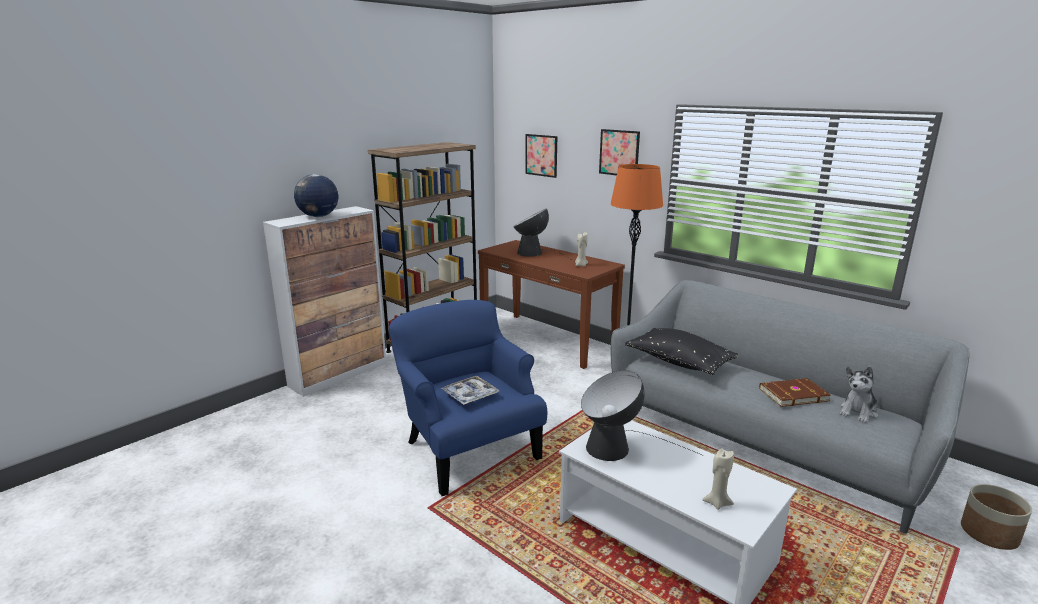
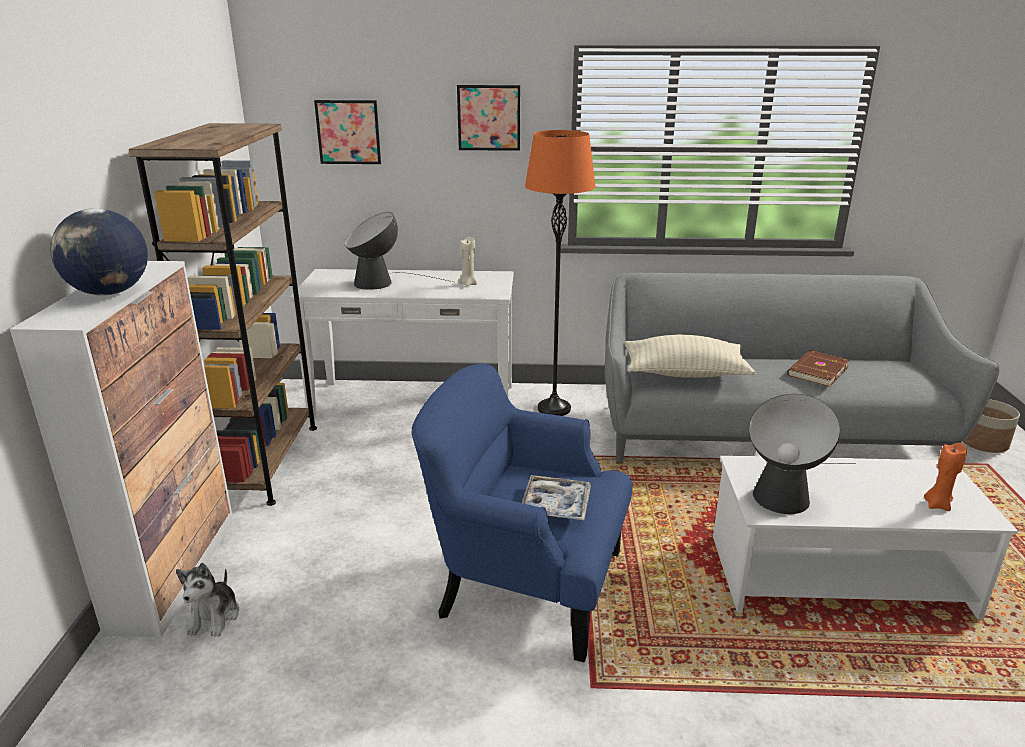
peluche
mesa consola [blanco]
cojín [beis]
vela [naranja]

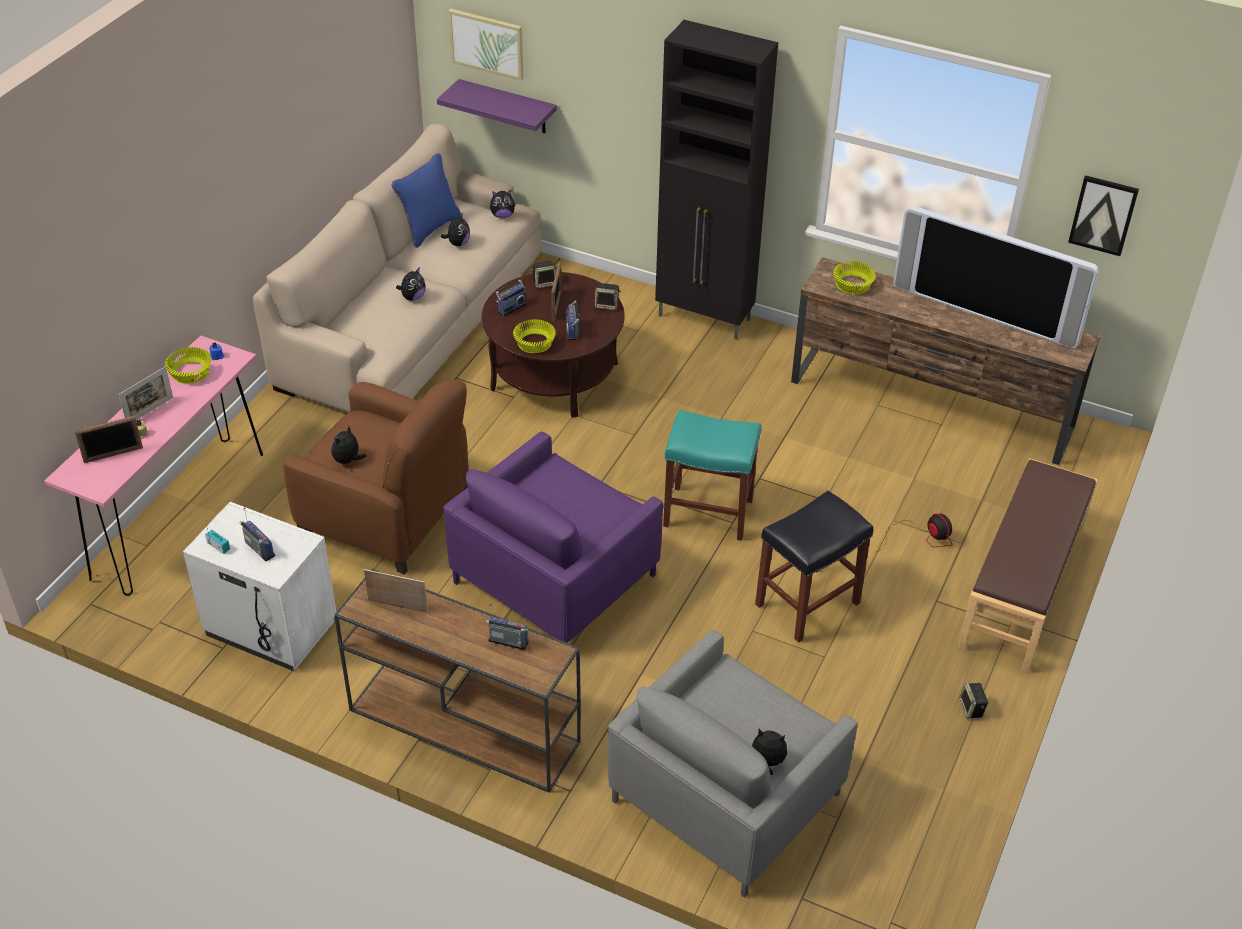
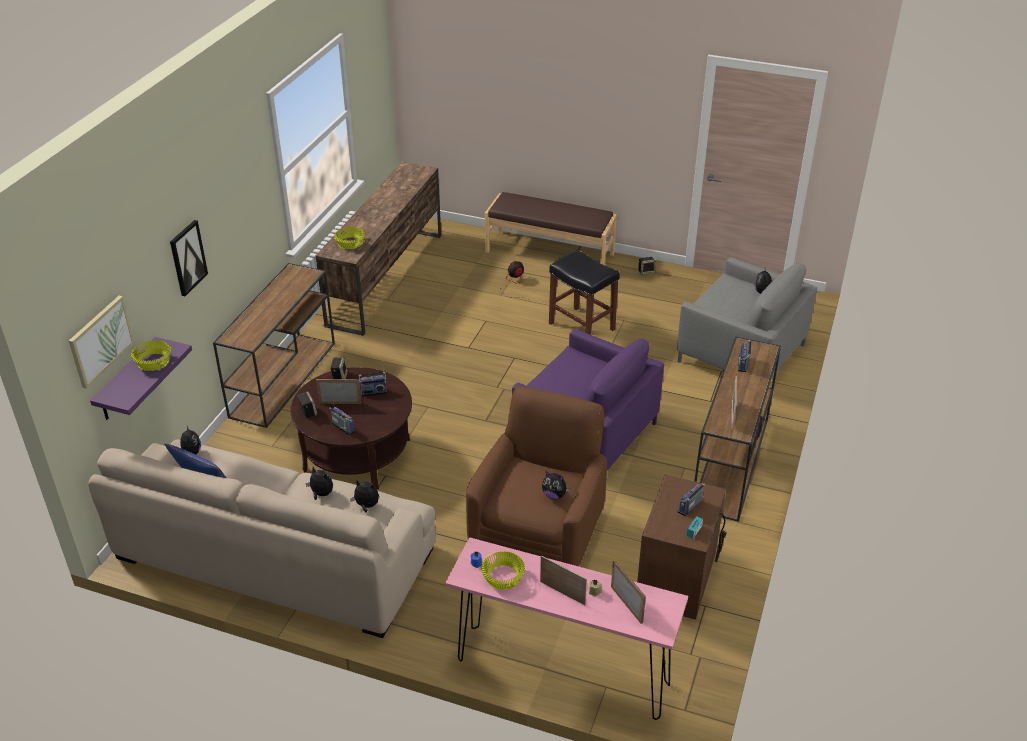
taburete [turquesa]
televisor
peluche (3rd from left)
cuenco [amarillo] (1st from left)
cuadro (2nd from left)
mesa consola [marrón] (1st from left)
mesita de noche [marrón]

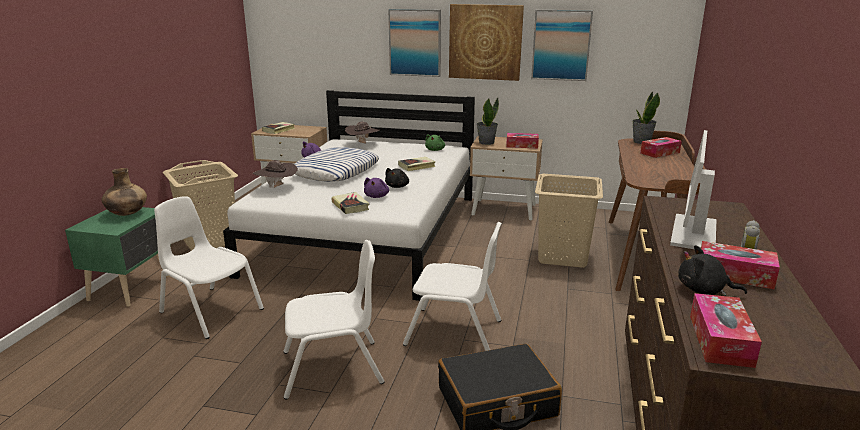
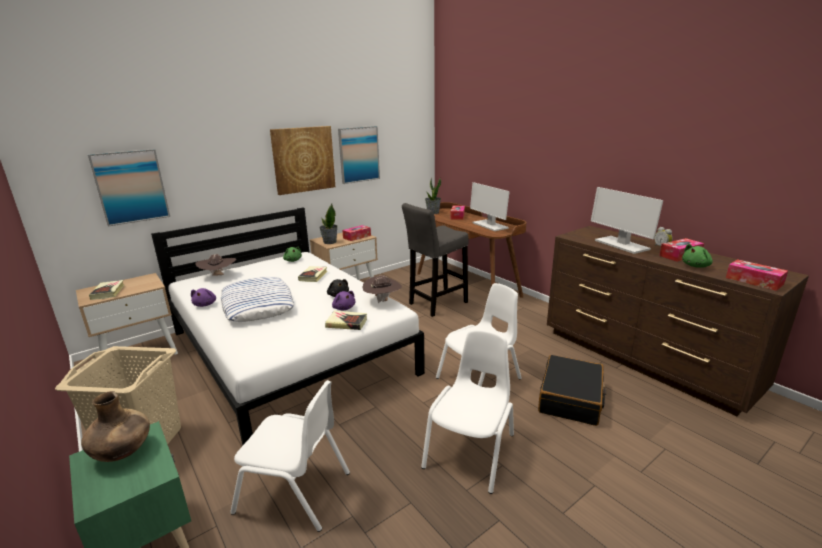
monitor (1st from left)
sombrero [marrón] (2nd from left)
cuadro (1st from left)
taburete [gris]
peluche [verde] (2nd from left)
silla [blanco] (1st from left)

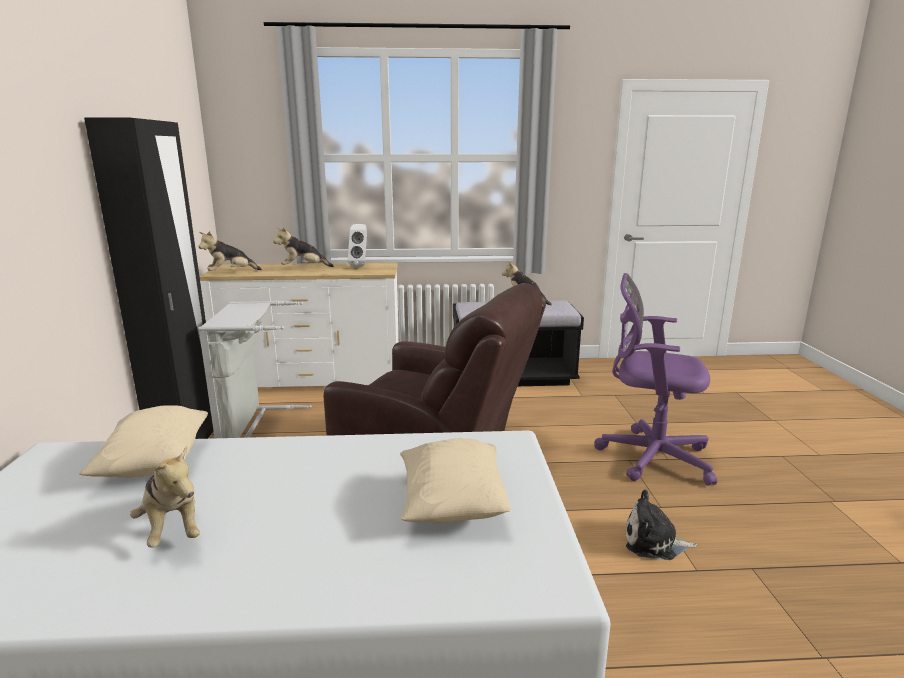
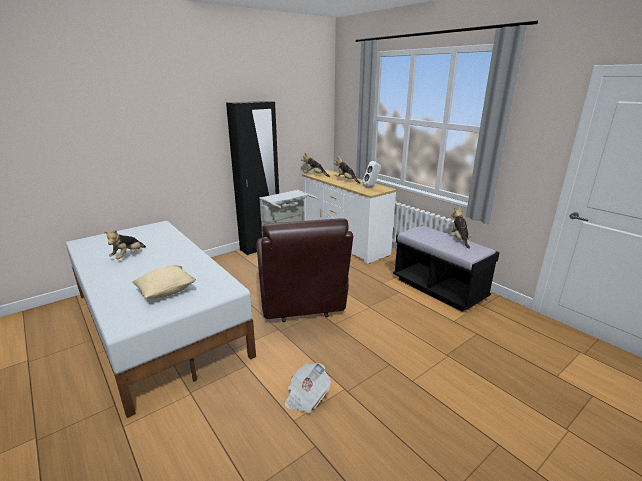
cojín [beis] (1st from left in the first image)
silla de oficina [morado]
periódico

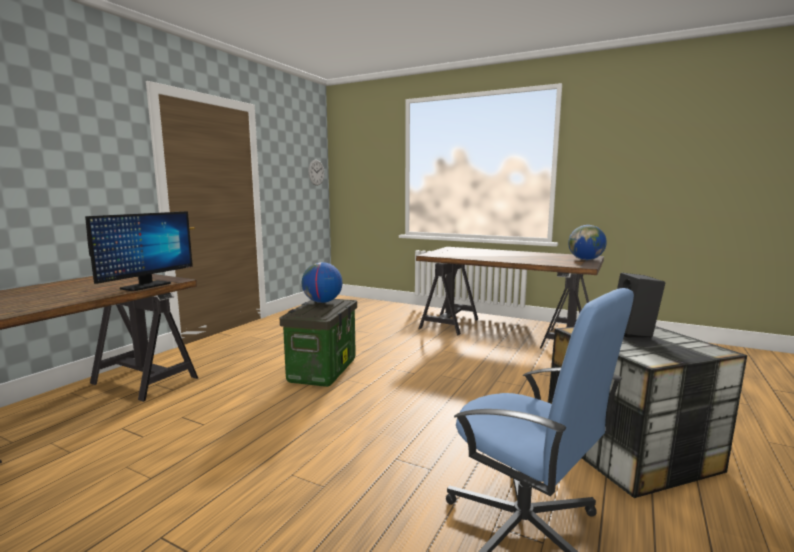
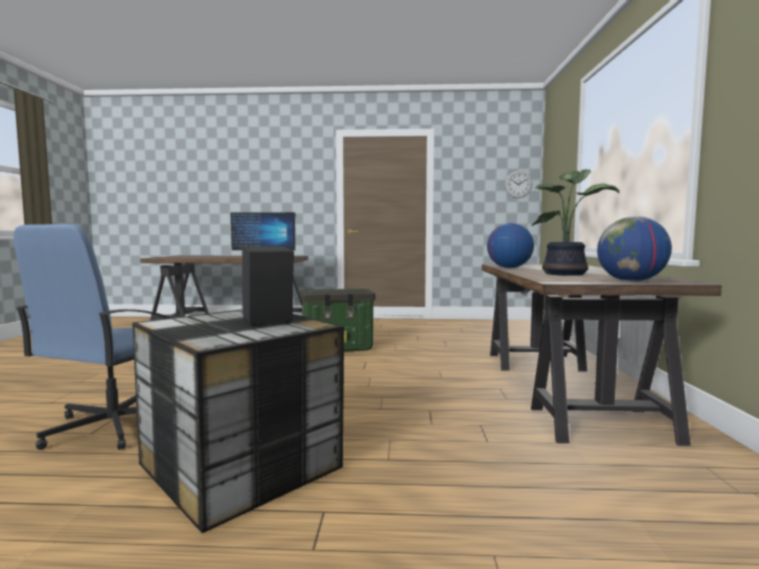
planta en maceta
globo terráqueo (1st from left)

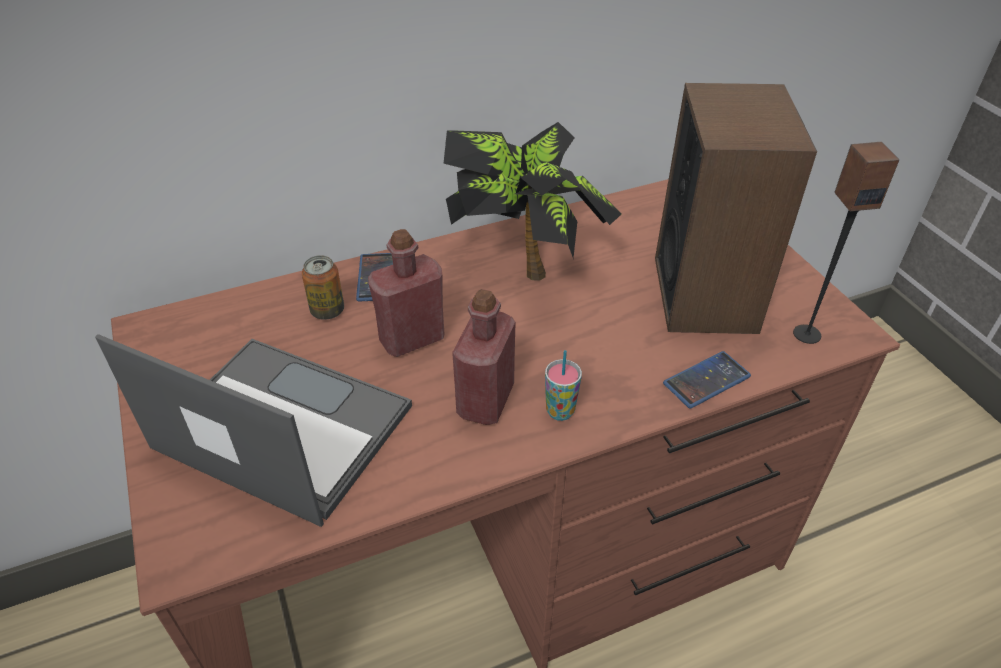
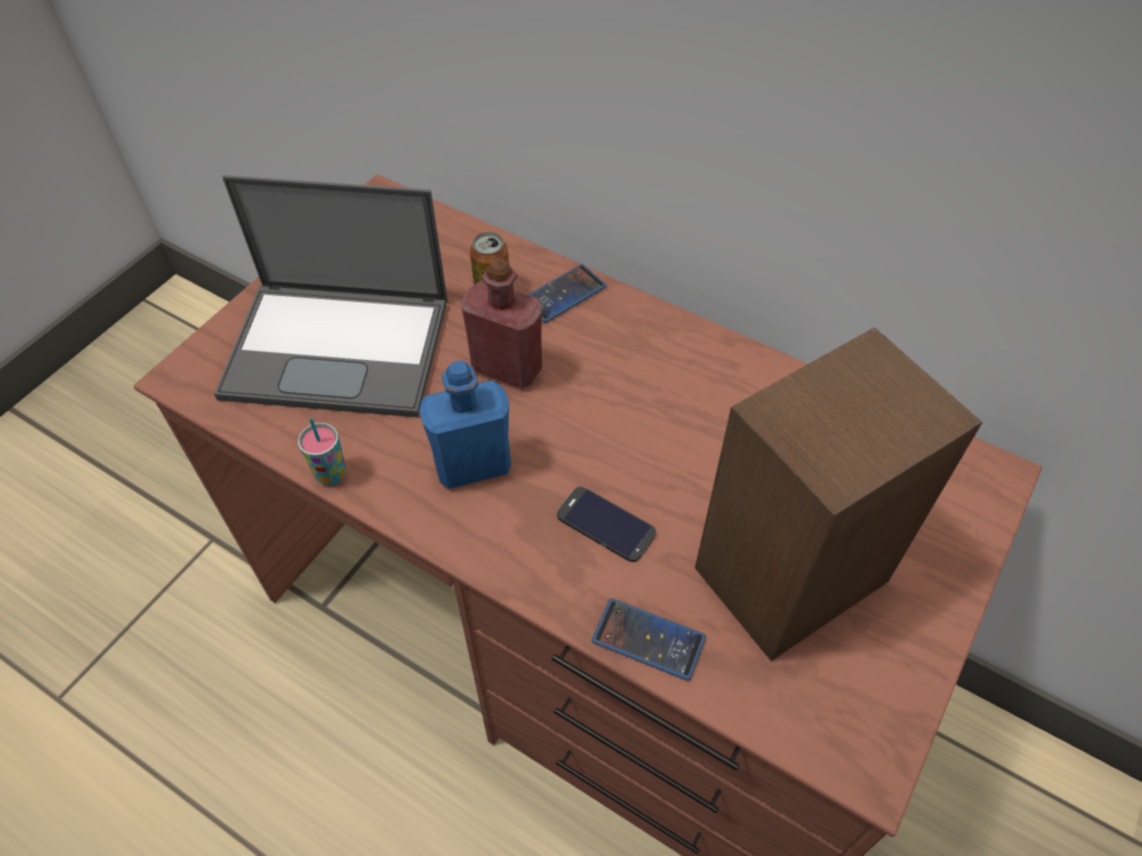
planta en maceta
altavoz (2nd from left in the first image)
móvil (2nd from left)
taza
botella [azul]
portátil

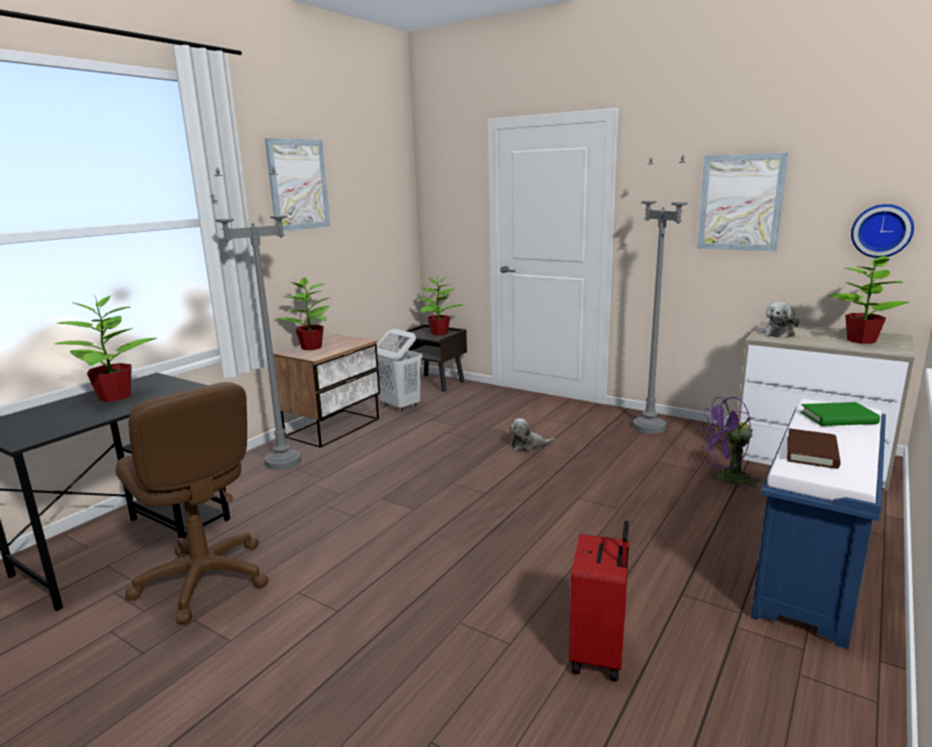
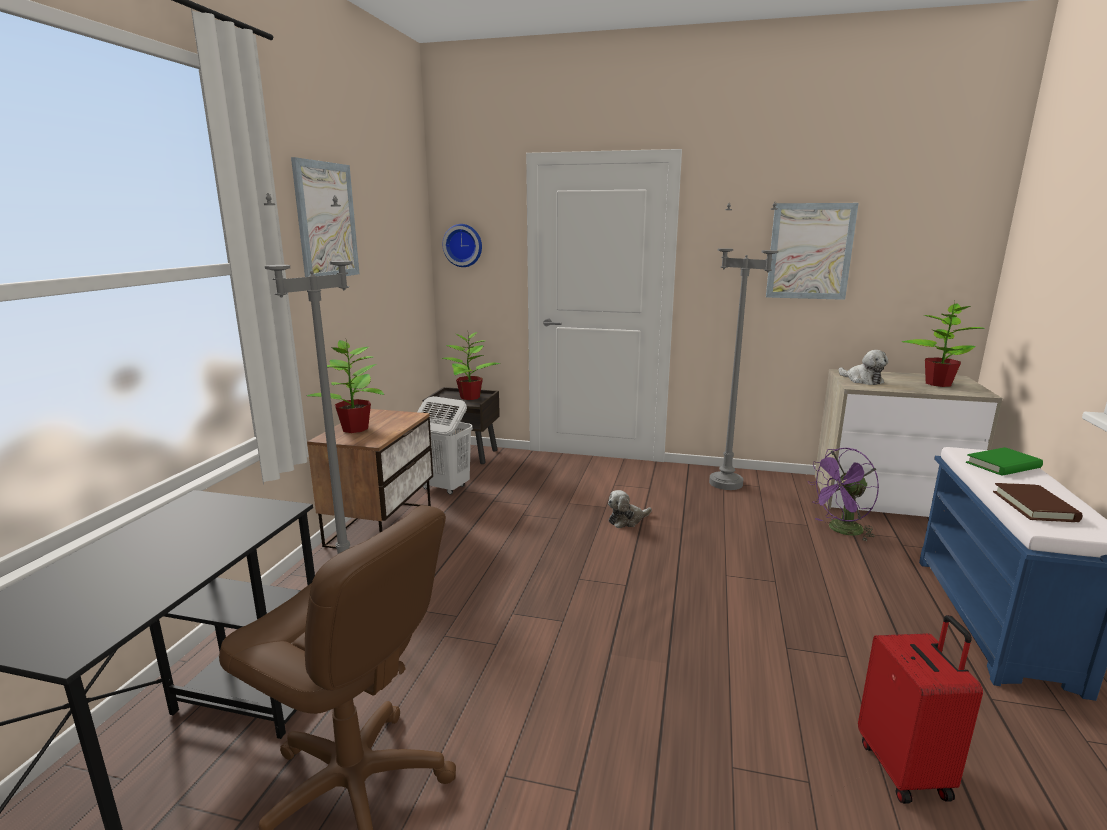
planta en maceta (1st from left in the first image)
reloj de pared
peluche (2nd from left)

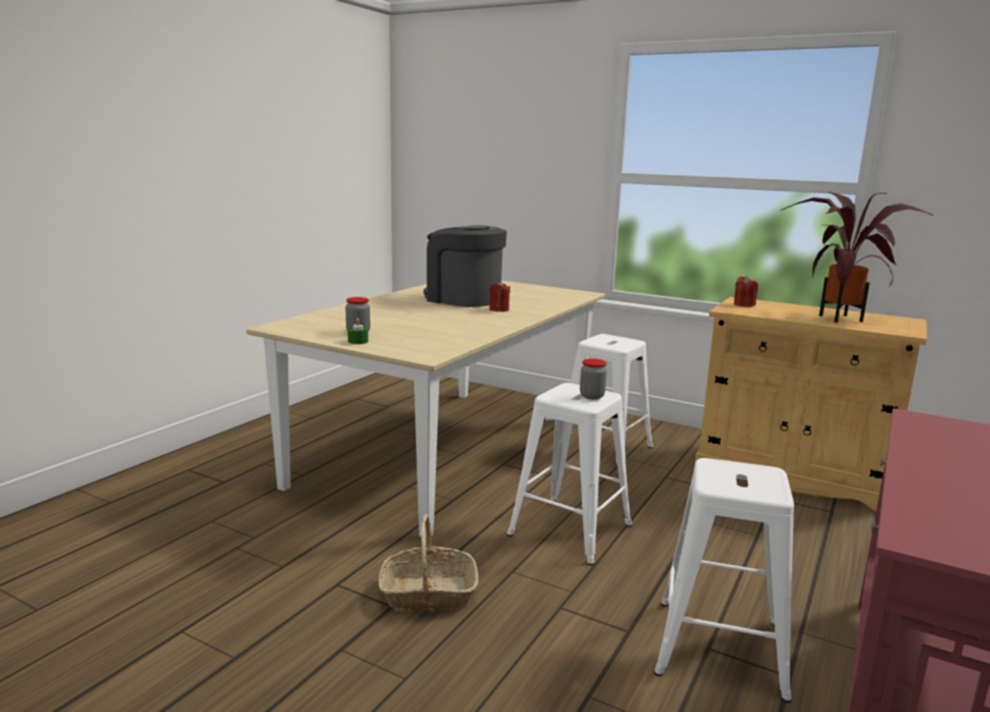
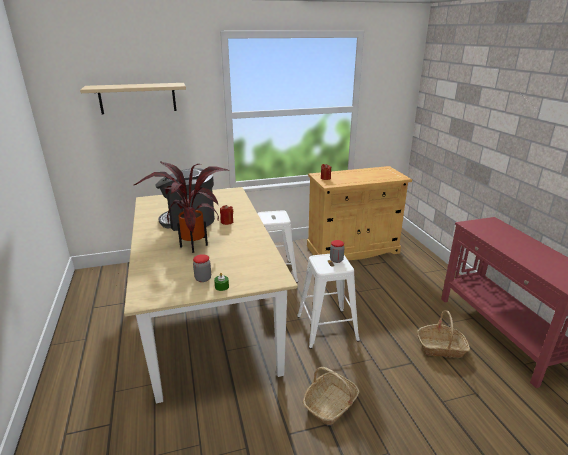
estante [beis]
planta en maceta
cesta (2nd from left)

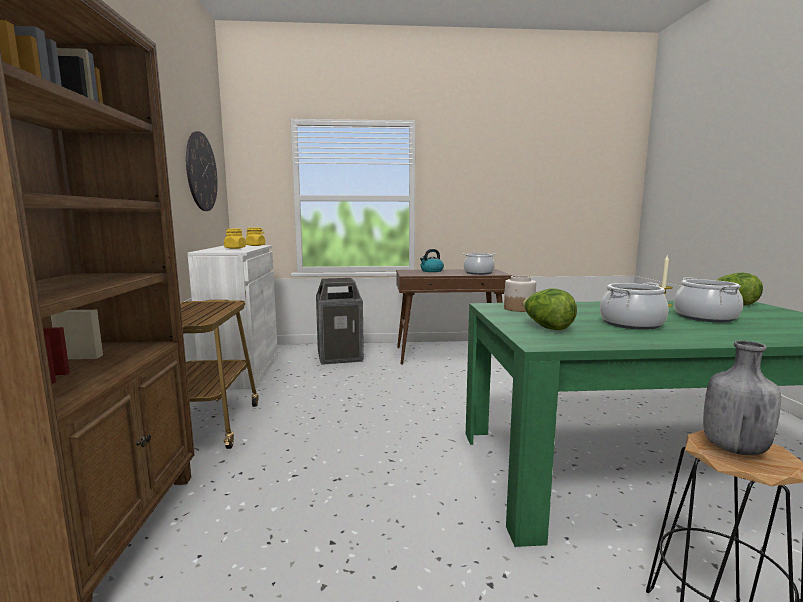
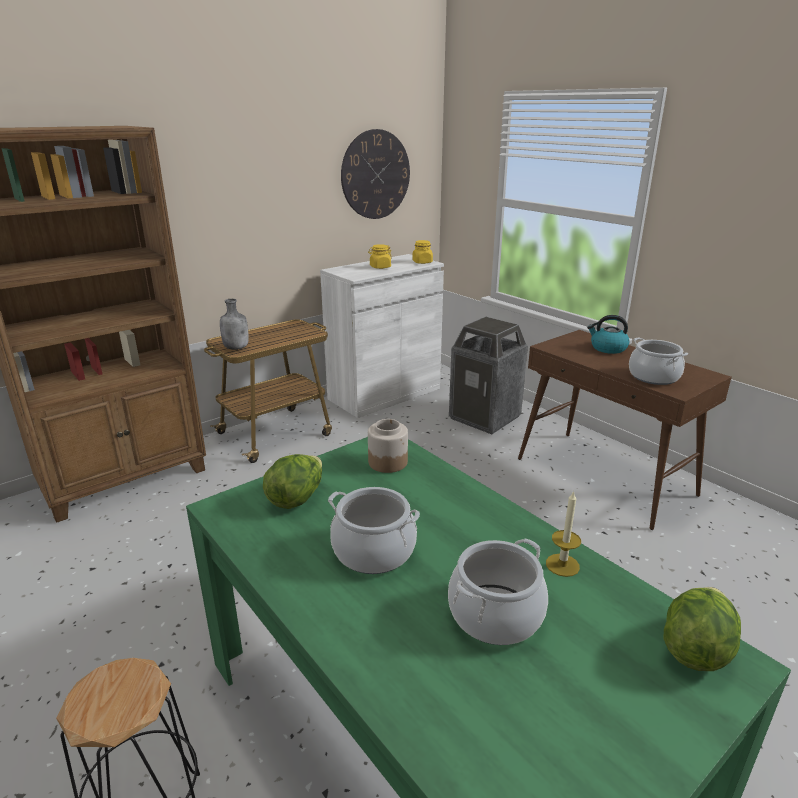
botella [gris]

